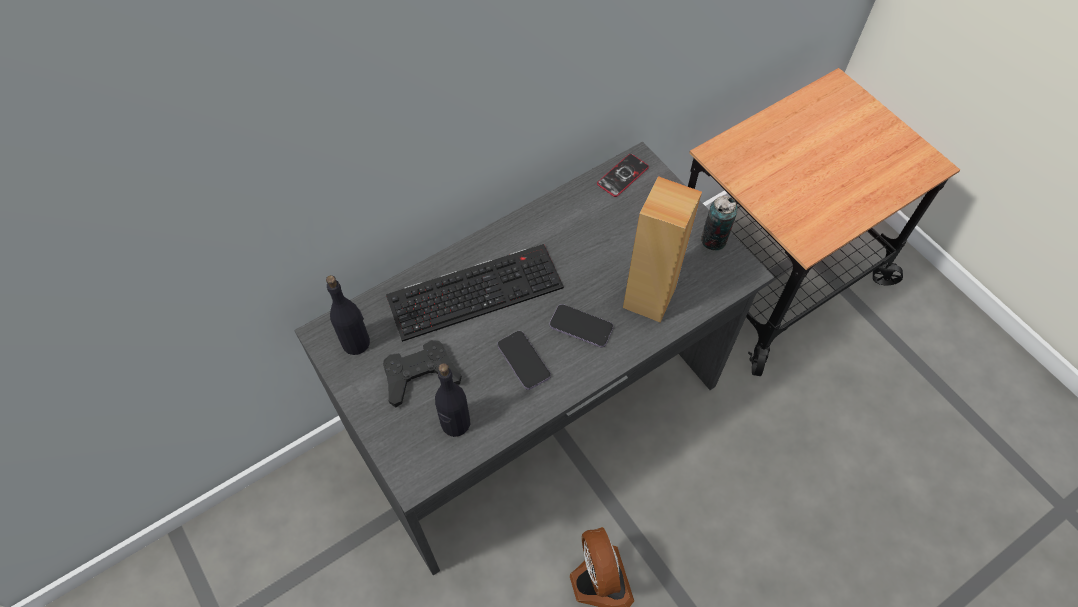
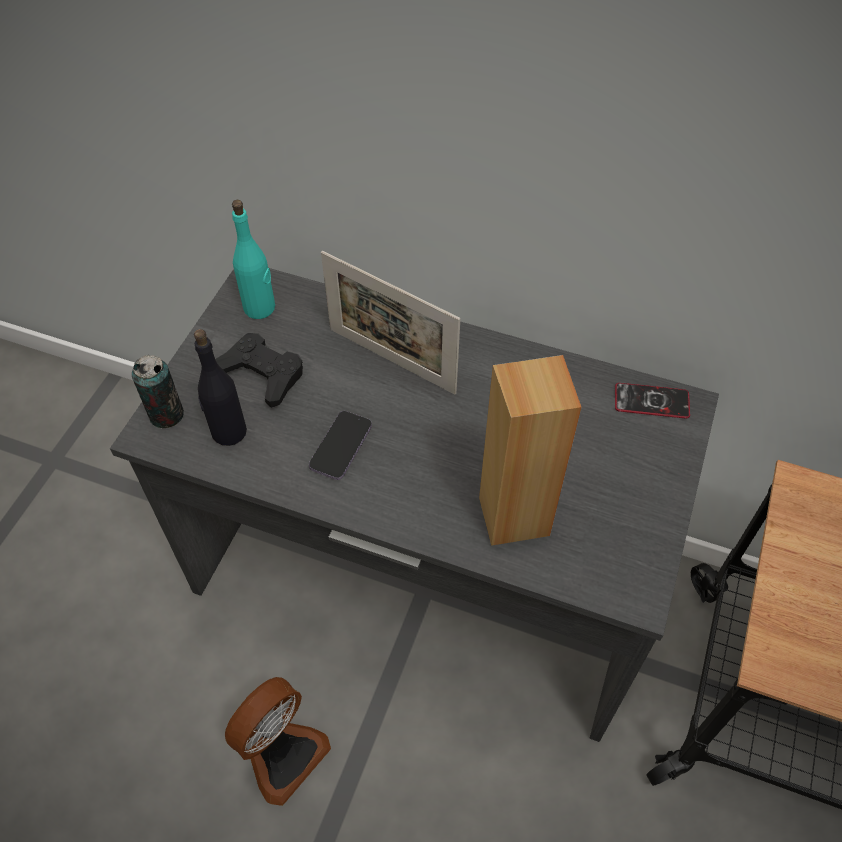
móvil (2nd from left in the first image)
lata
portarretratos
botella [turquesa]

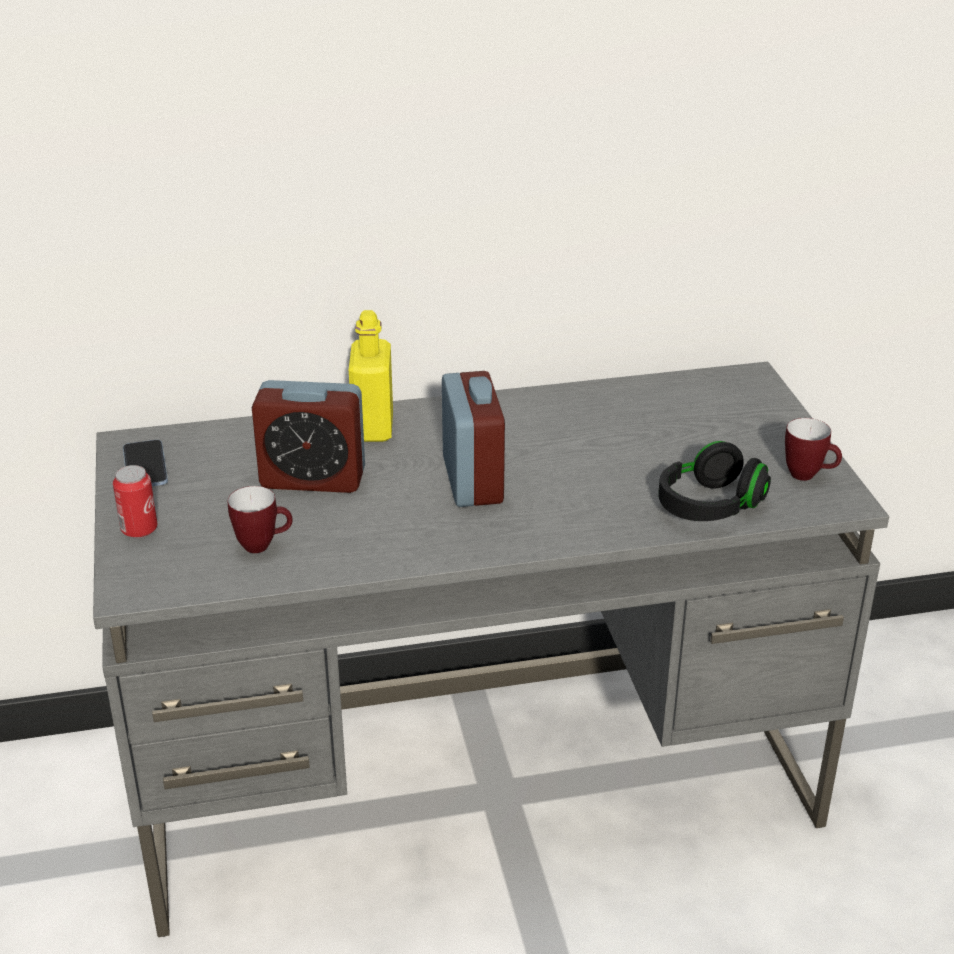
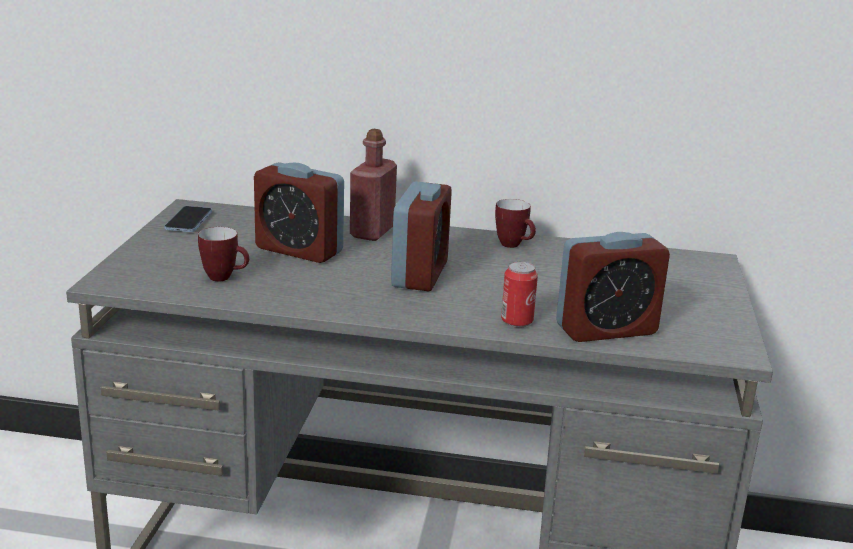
lata
taza grande (2nd from left)
despertador (3rd from left)
botella [rojo]

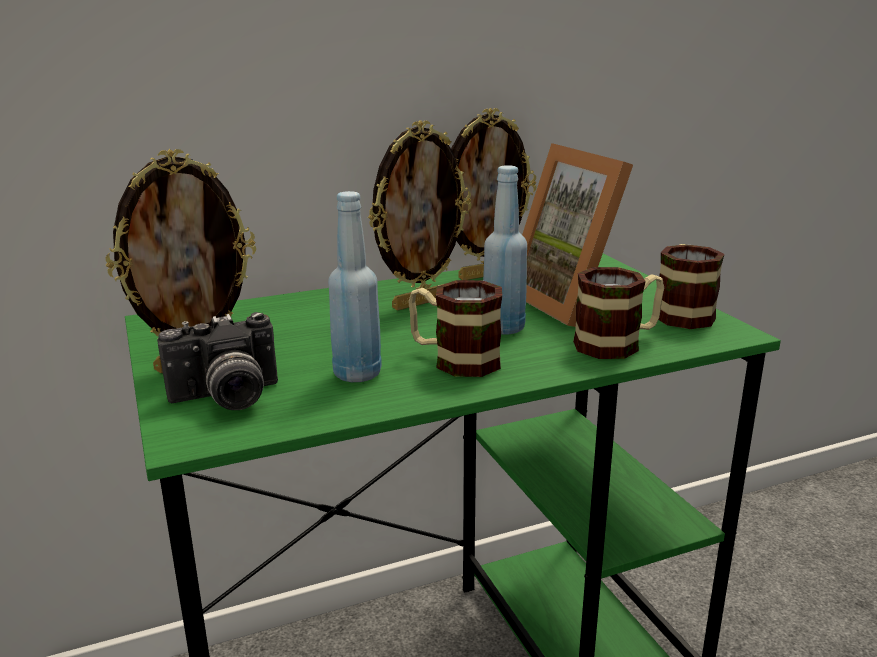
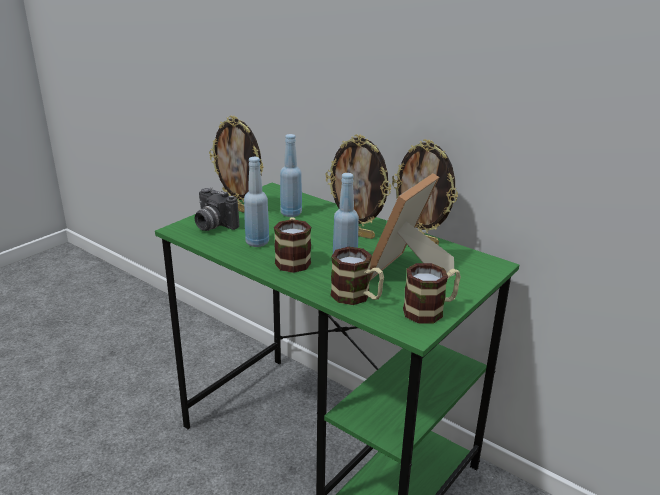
botella [azul] (2nd from left)

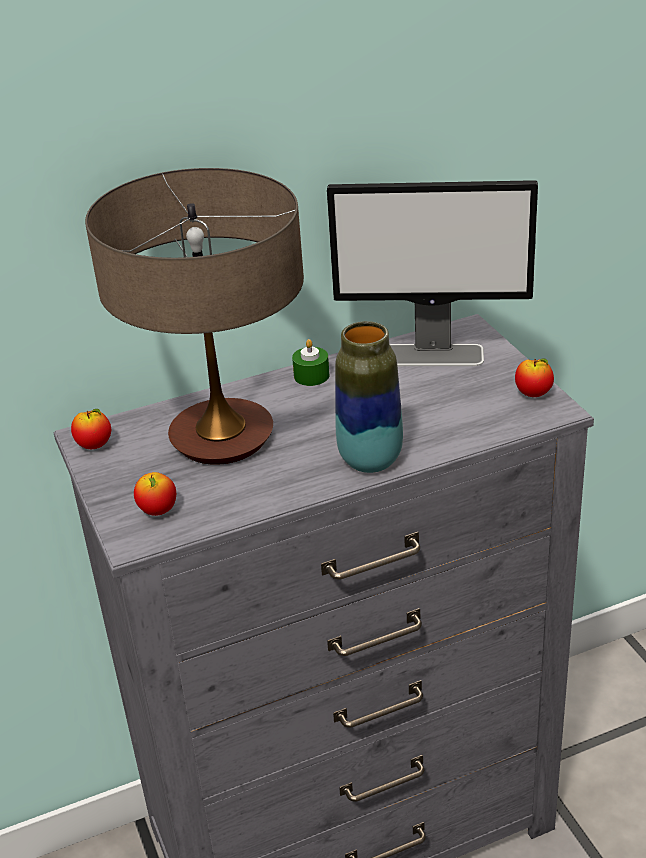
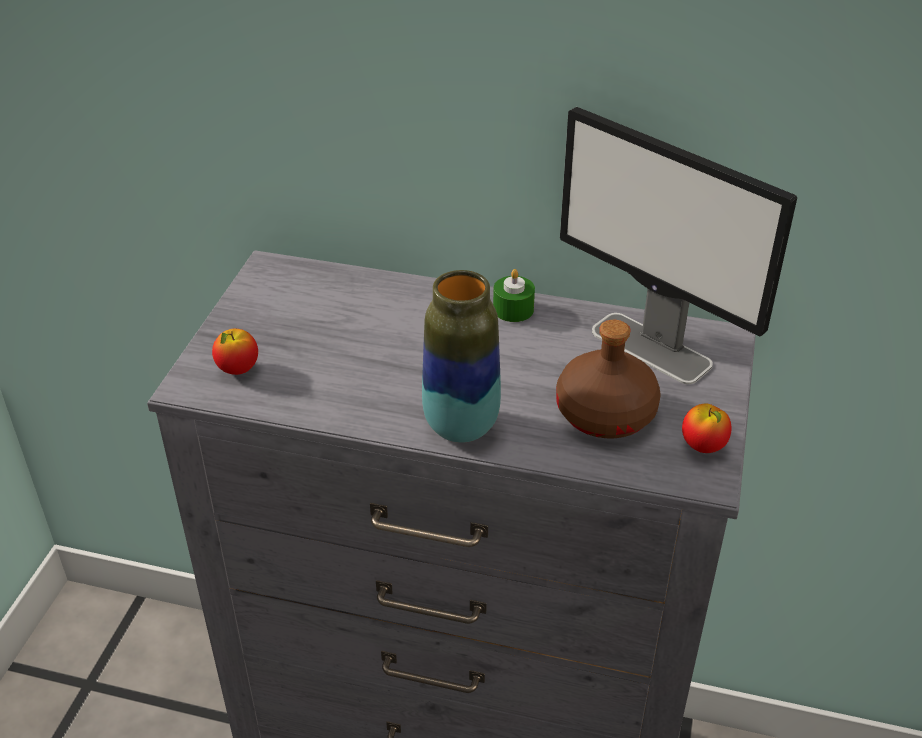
manzana (1st from left in the first image)
lámpara de mesa
botella [marrón]

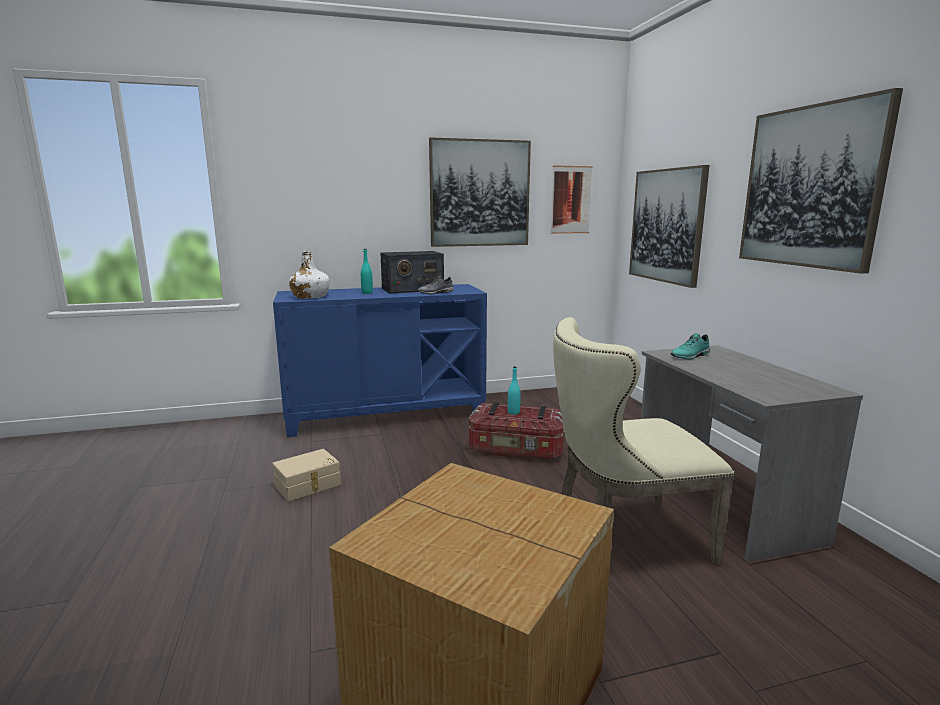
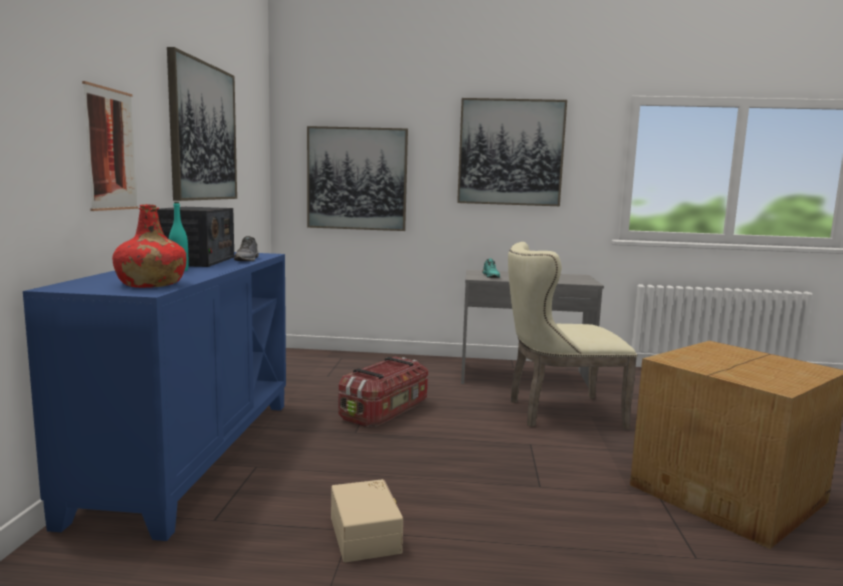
botella [turquesa] (2nd from left in the first image)
cuadro (1st from left)
botella [rojo]
silla [beis]

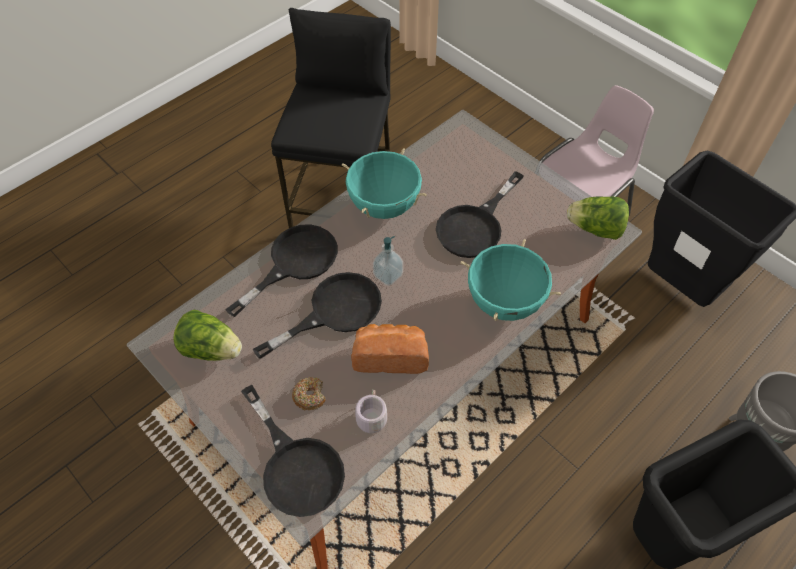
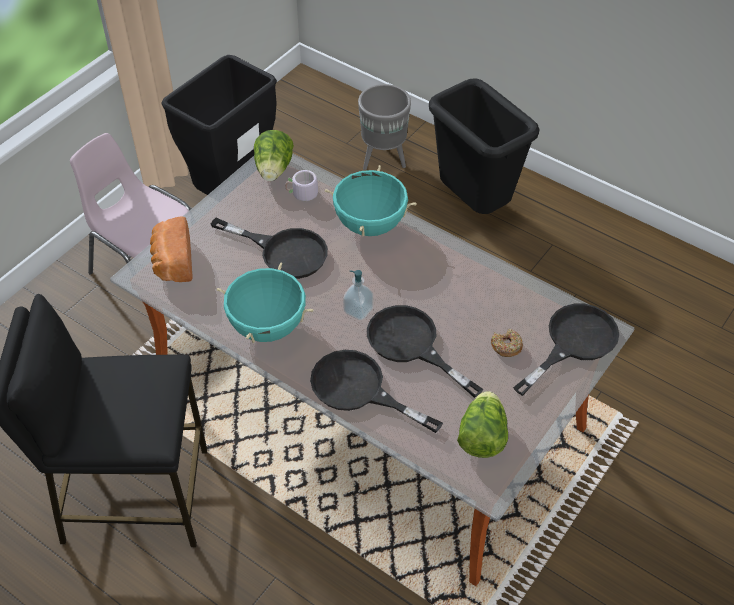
pan
taza grande [gris]

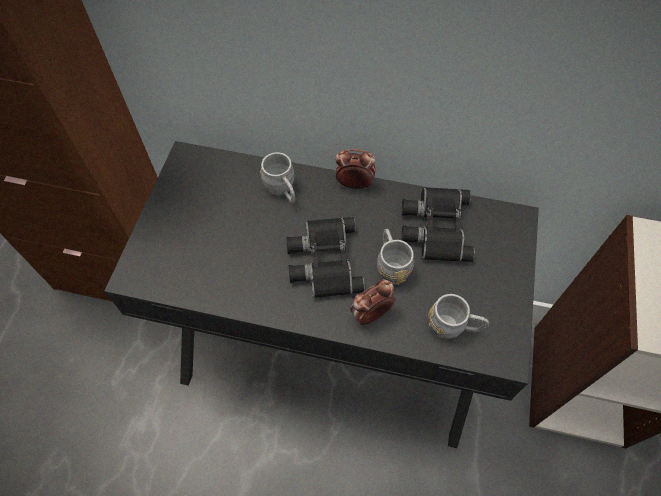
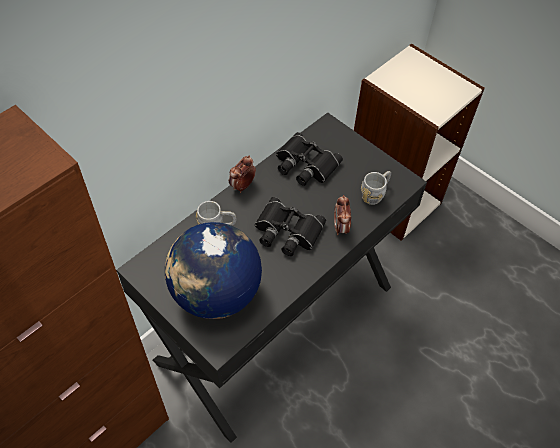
taza grande [gris] (2nd from left in the first image)
globo terráqueo

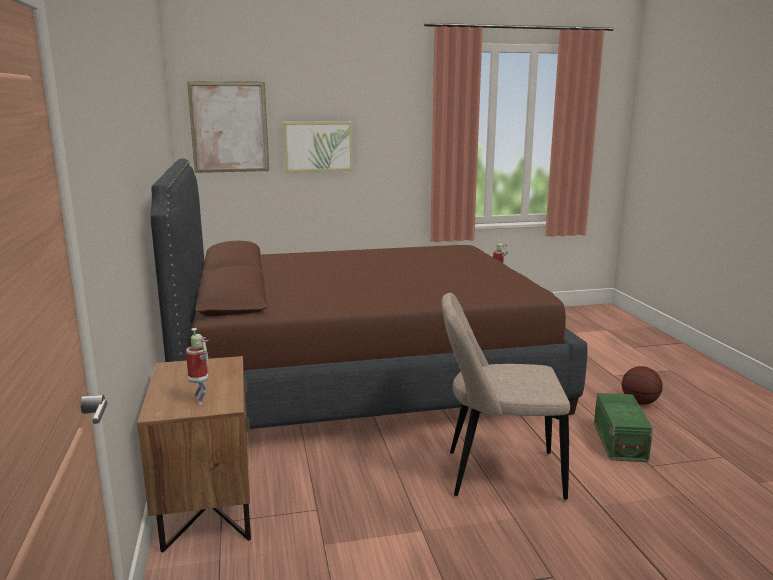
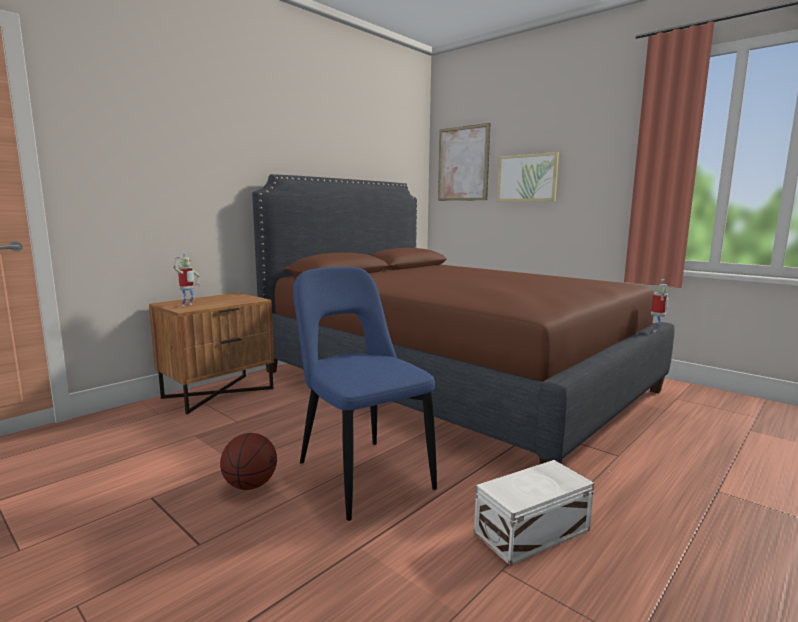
balón de baloncesto
silla [azul]
caja de almacenaje [blanco]

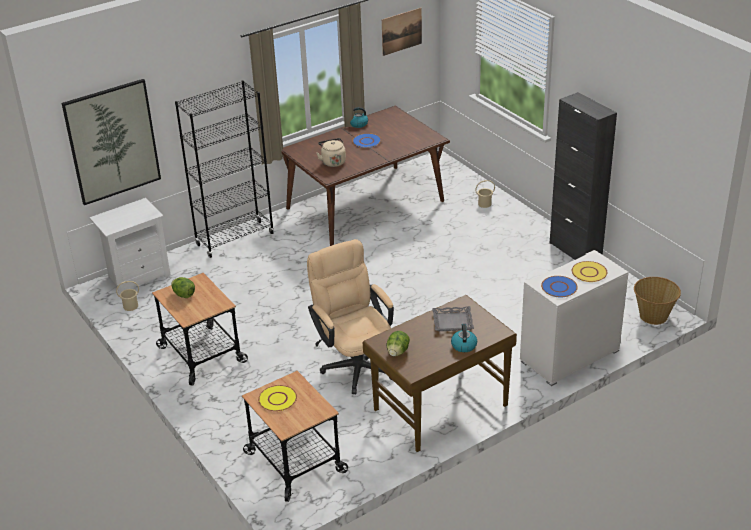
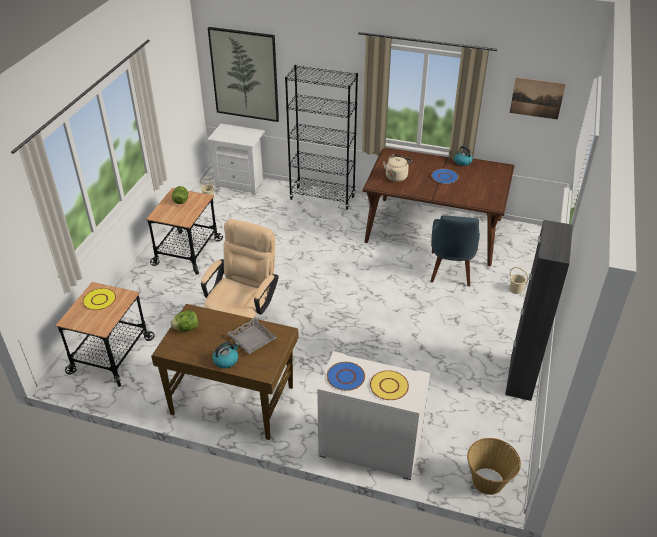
silla [azul]

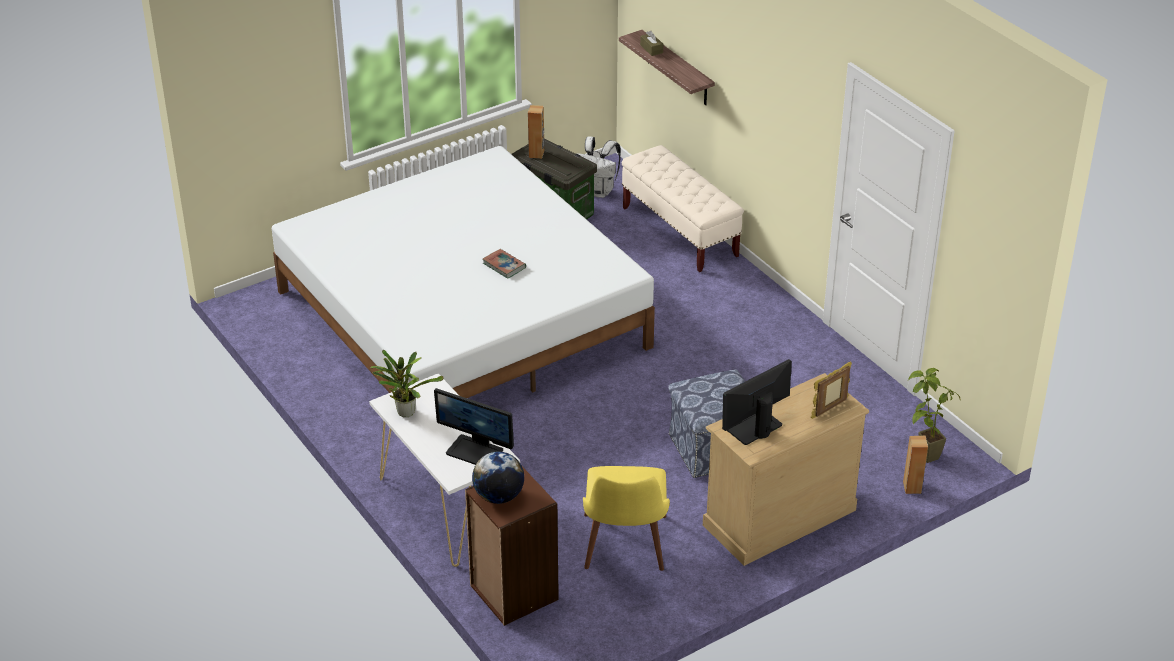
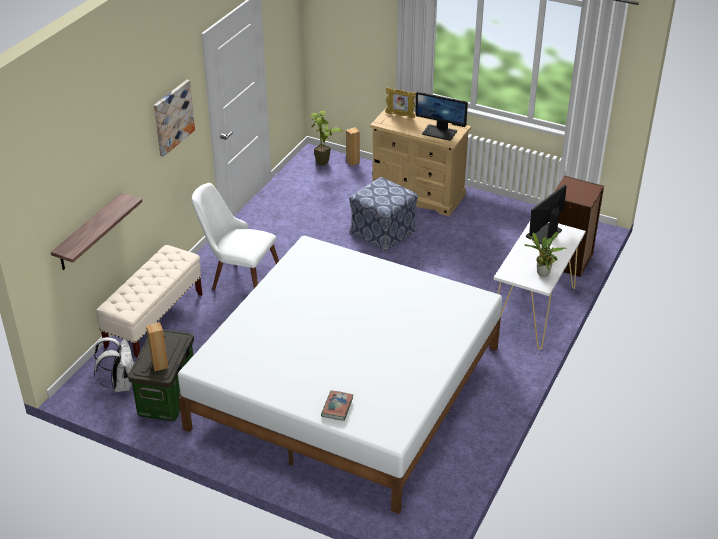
globo terráqueo
silla [amarillo]
caja de pañuelos [marrón]
cuadro
silla [blanco]
libro
monitor (2nd from left)

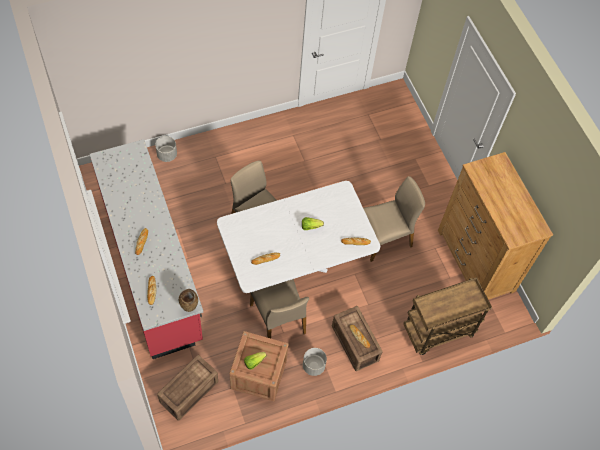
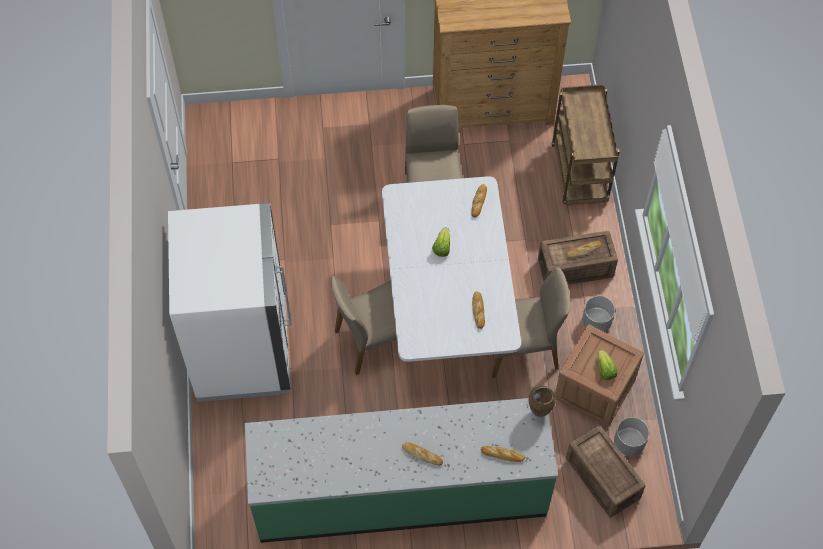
nevera [blanco]
maceta [gris] (2nd from left)
mueble bajo de cocina [verde]

